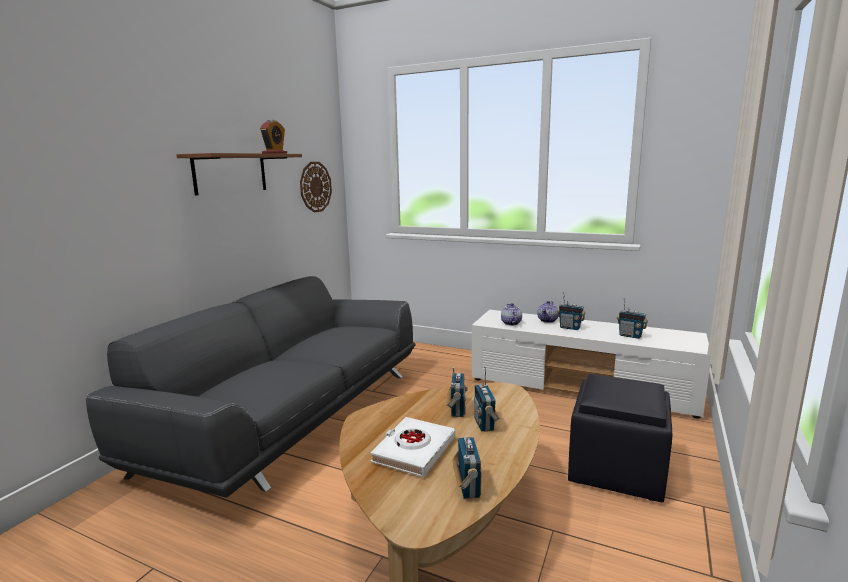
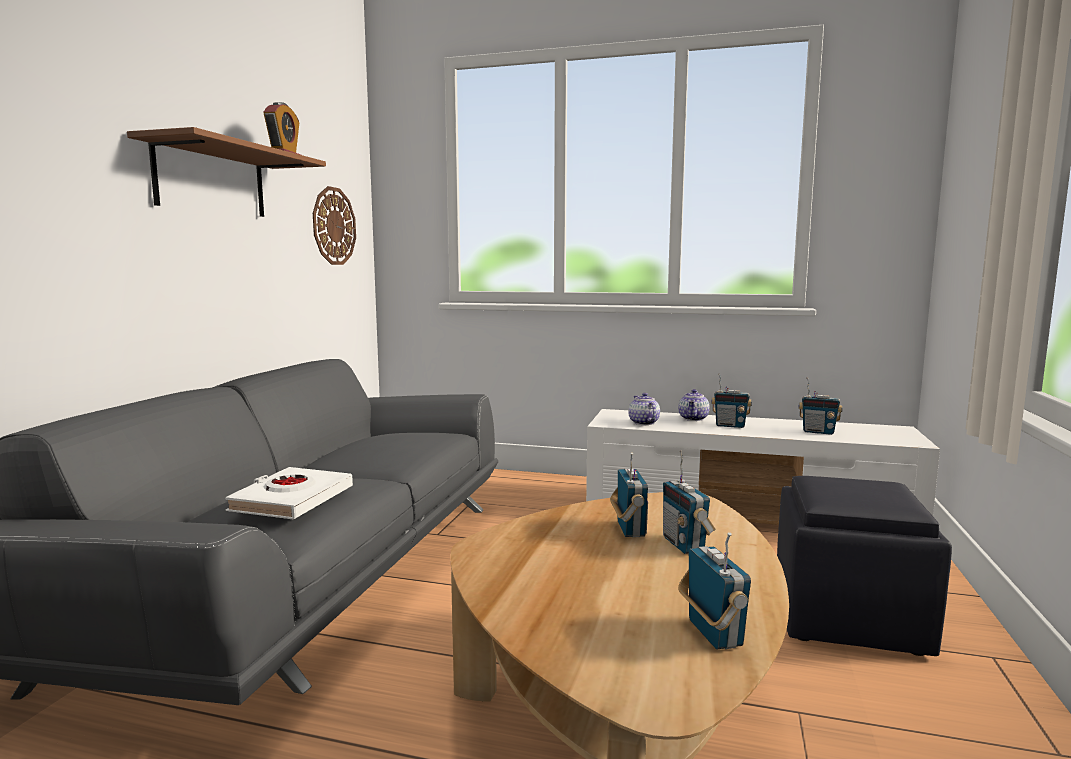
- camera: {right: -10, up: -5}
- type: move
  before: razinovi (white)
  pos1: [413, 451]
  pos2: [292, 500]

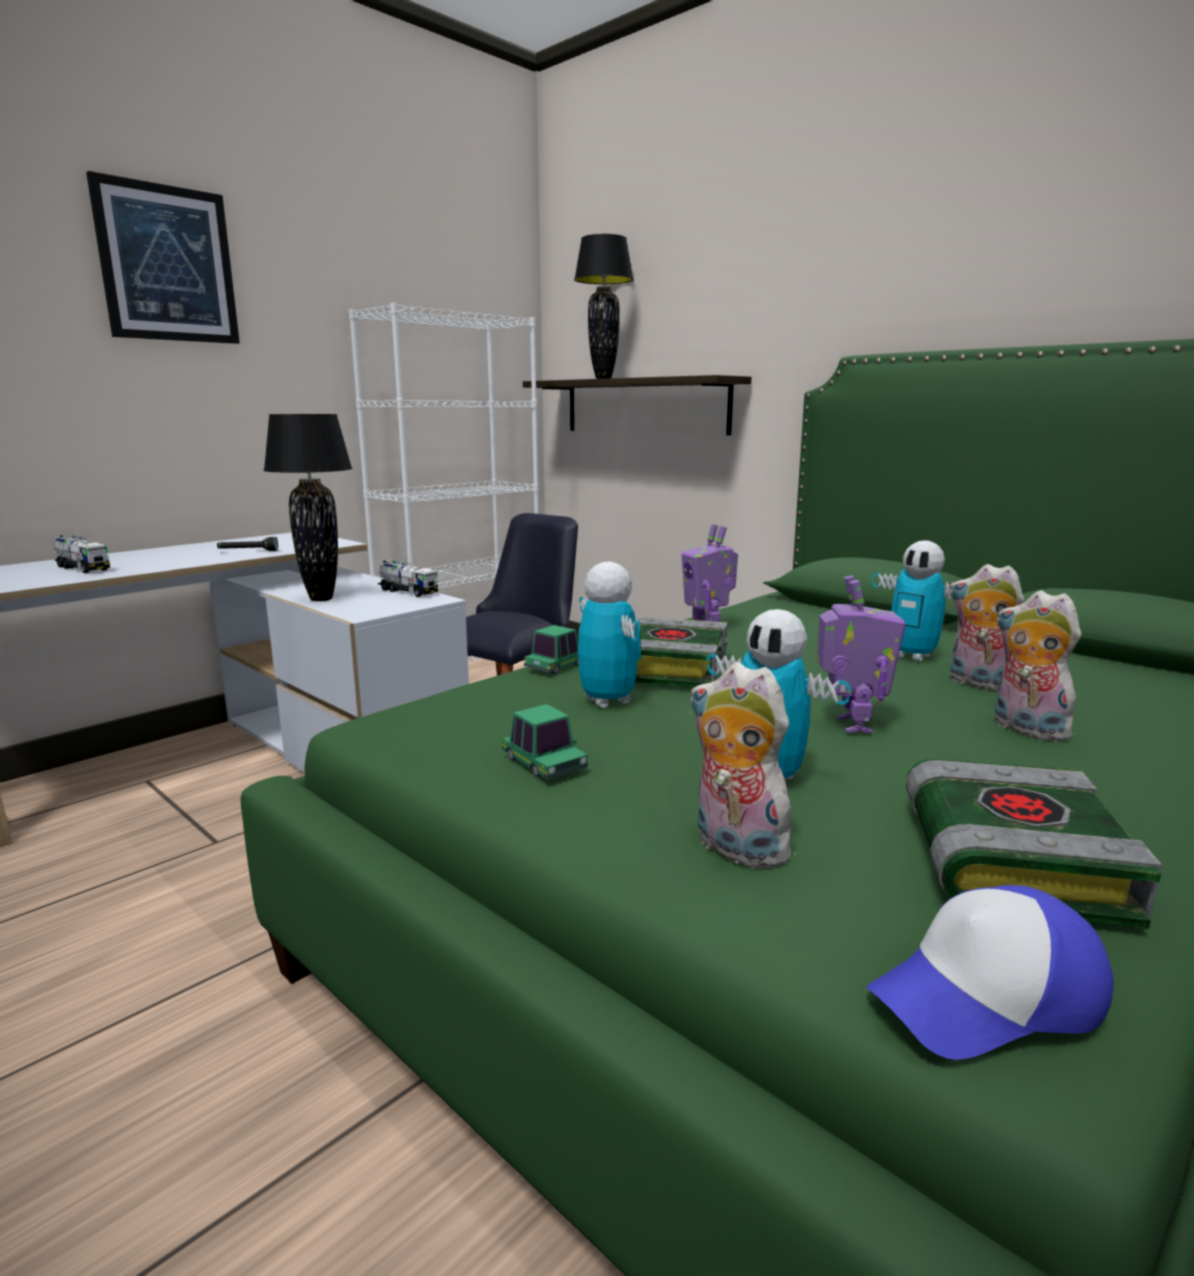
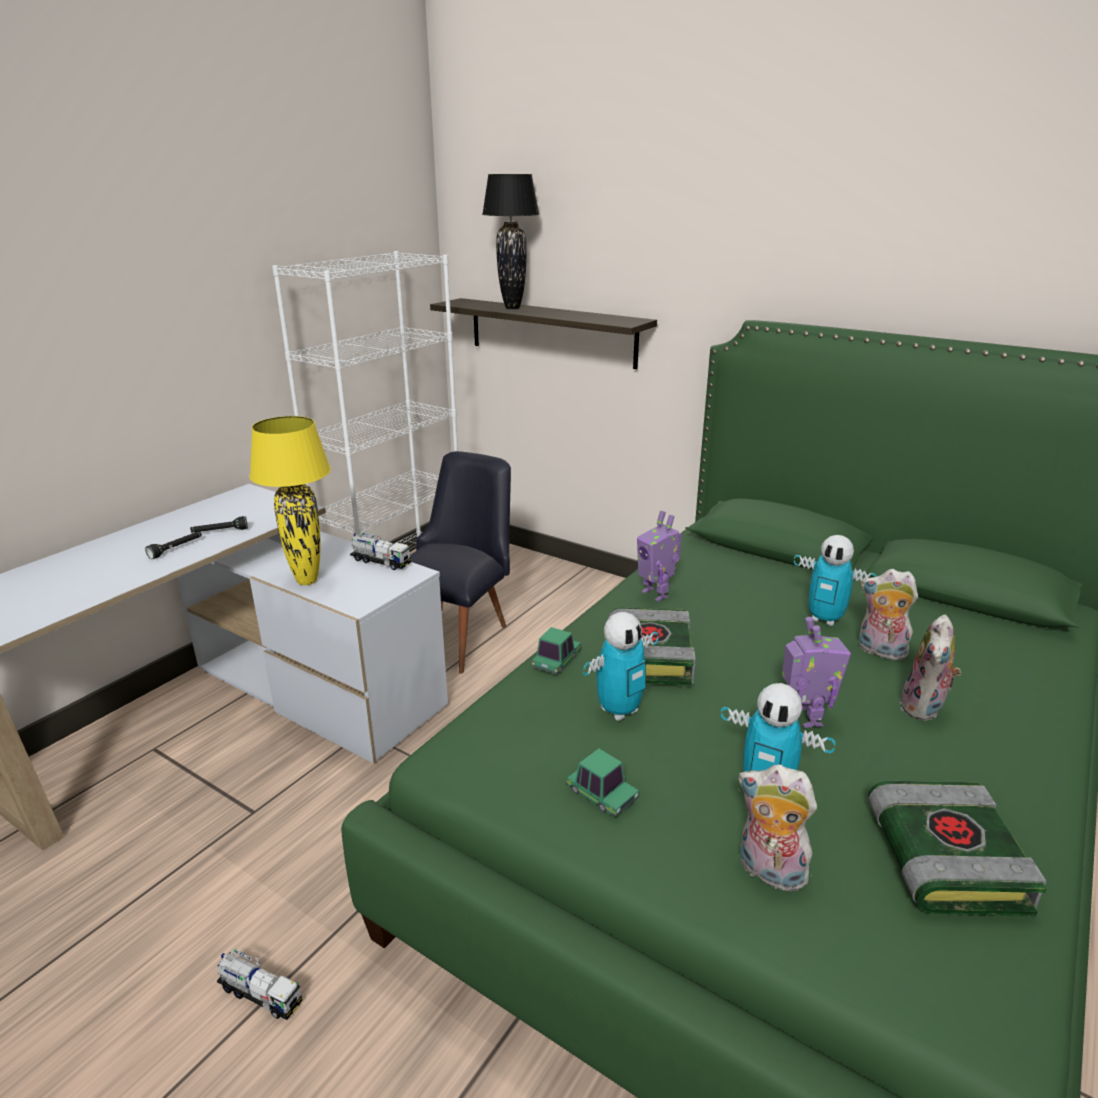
- camera: {right: -10, up: 10}
- type: delete
  before: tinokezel
  pos1: [167, 264]
- type: recolor
  before: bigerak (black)
  after: bigerak (yellow)
  pos1: [321, 599]
  pos2: [307, 581]
- type: move
  before: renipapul
  pos1: [83, 568]
  pos2: [260, 995]
- type: rotate
  before: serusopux
  pos1: [607, 701]
  pos2: [619, 710]
  turn: 90
- type: rotate
  before: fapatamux
  pos1: [1025, 729]
  pos2: [924, 708]
  turn: -105
- type: delete
  before: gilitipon
  pos1: [987, 997]
- type: insert
  after: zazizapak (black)
  pos2: [176, 549]

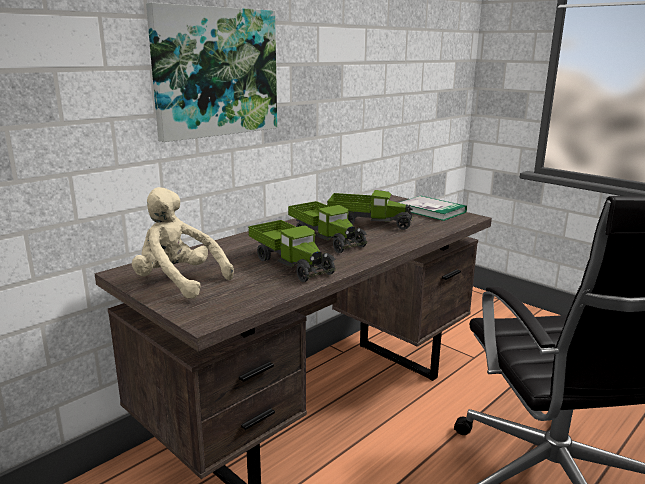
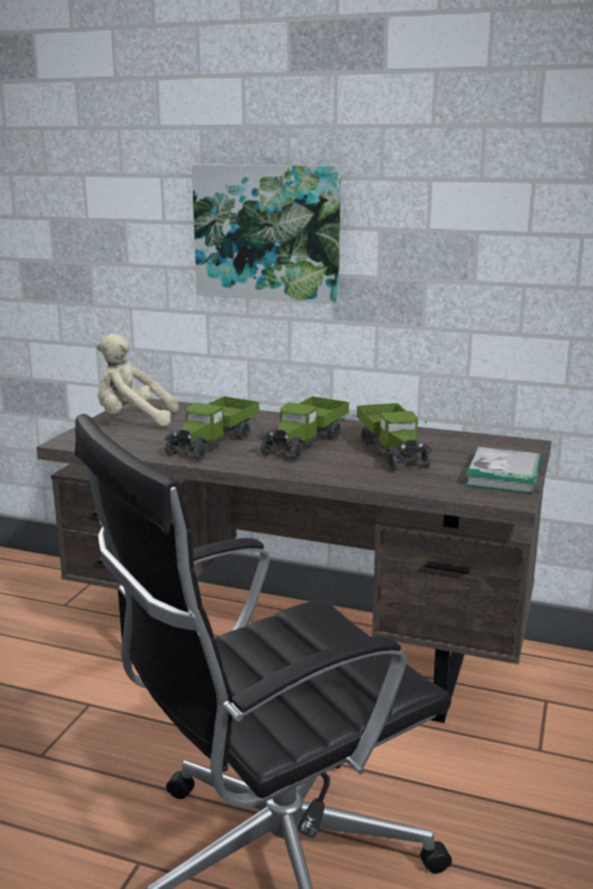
- camera: {right: 65, up: 0}
- type: rotate
  before: fapatamux (beige)
  pos1: [178, 282]
  pos2: [133, 420]
  turn: -90

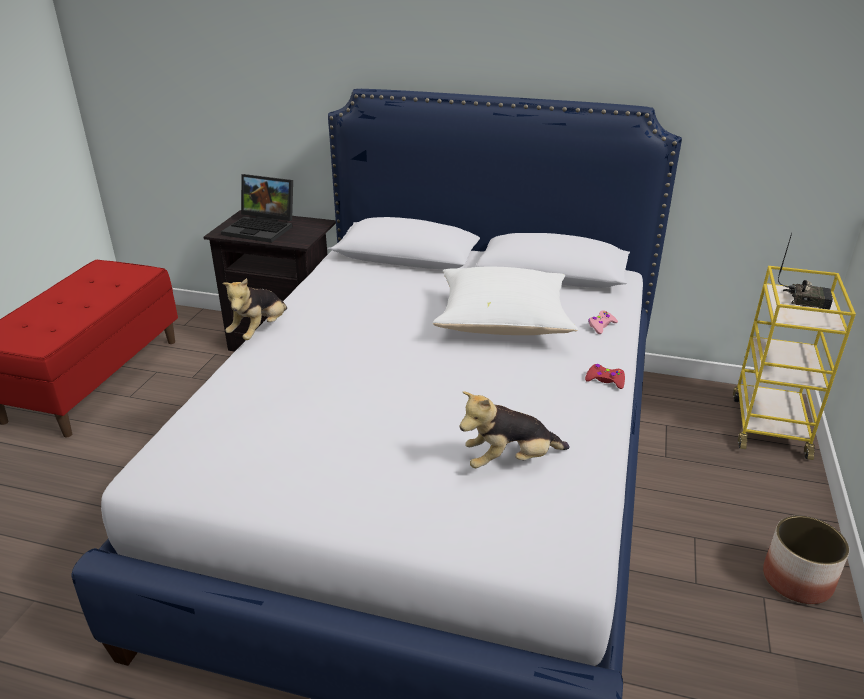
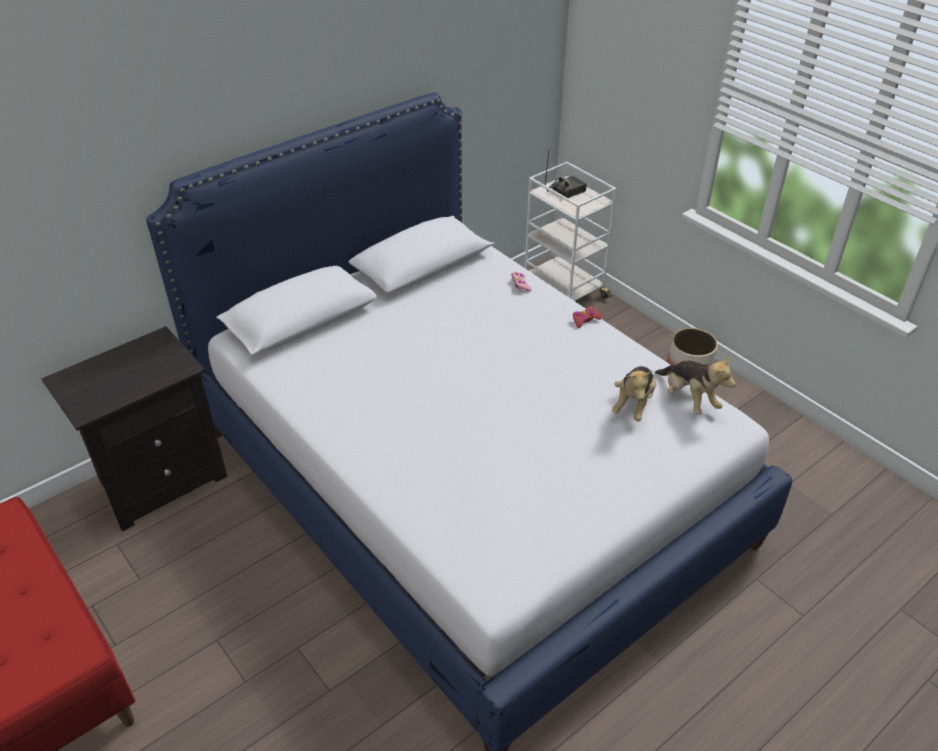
- camera: {right: -55, up: 10}
- type: delete
  before: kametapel
  pos1: [262, 228]
- type: recolor
  before: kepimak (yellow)
  after: kepimak (white)
  pos1: [769, 426]
  pos2: [563, 290]
- type: delete
  before: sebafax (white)
  pos1: [504, 322]
- type: move
  before: fapatamux
  pos1: [260, 331]
  pos2: [688, 399]

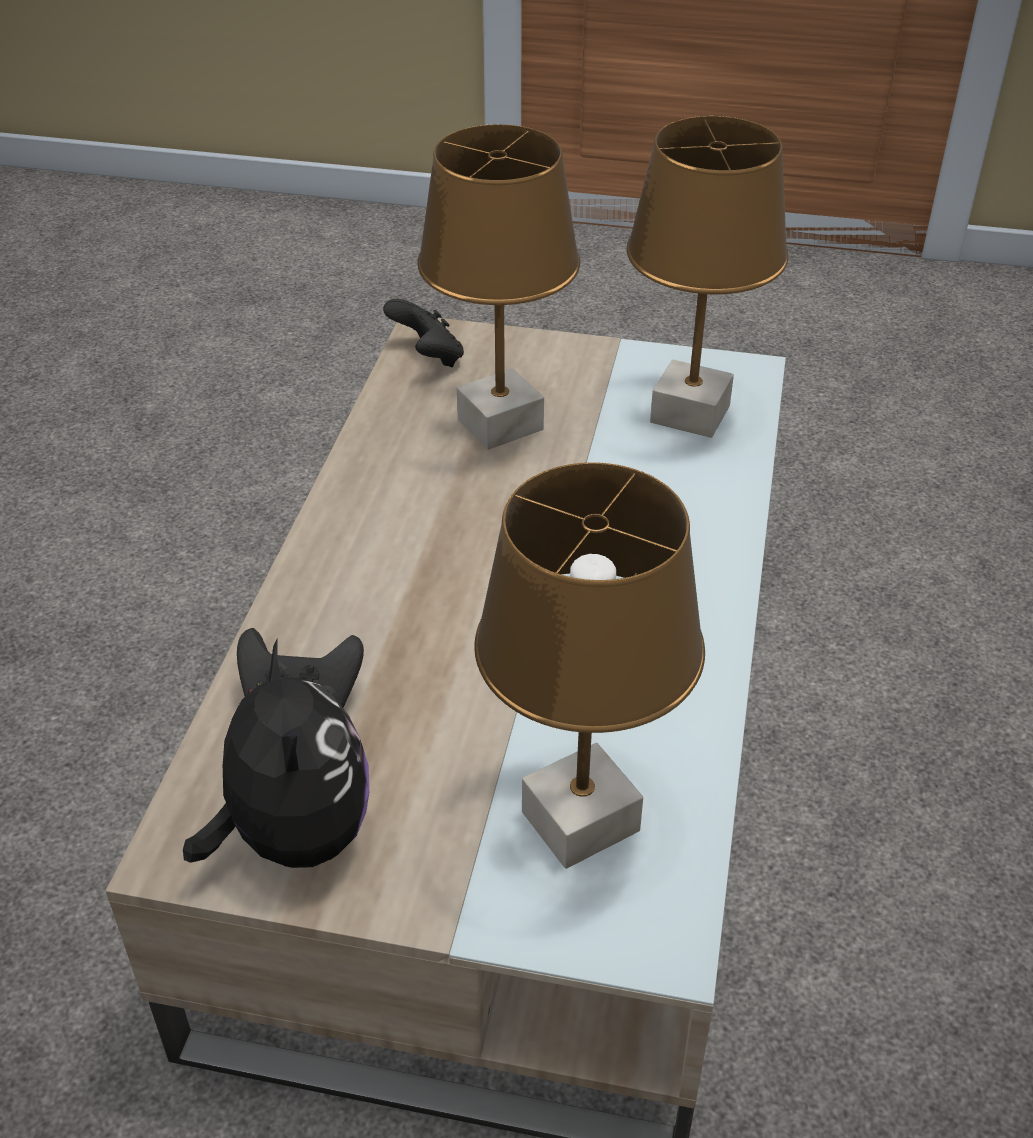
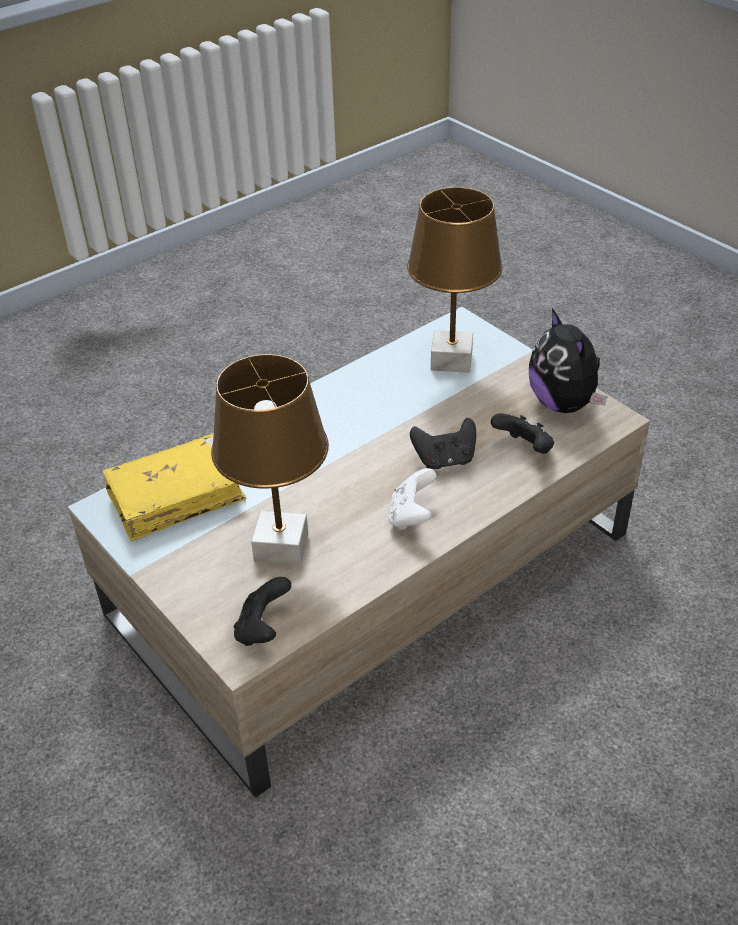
- camera: {right: -140, up: 0}
- type: replace
  before: bigerak (brown)
  after: razinovi (yellow)
  pos1: [688, 414]
  pos2: [176, 496]
- type: rotate
  before: fapatamux
  pos1: [293, 836]
  pos2: [564, 403]
  turn: -45
- type: insert
  after: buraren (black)
  pos2: [445, 460]
- type: insert
  after: buraren (white)
  pos2: [411, 516]

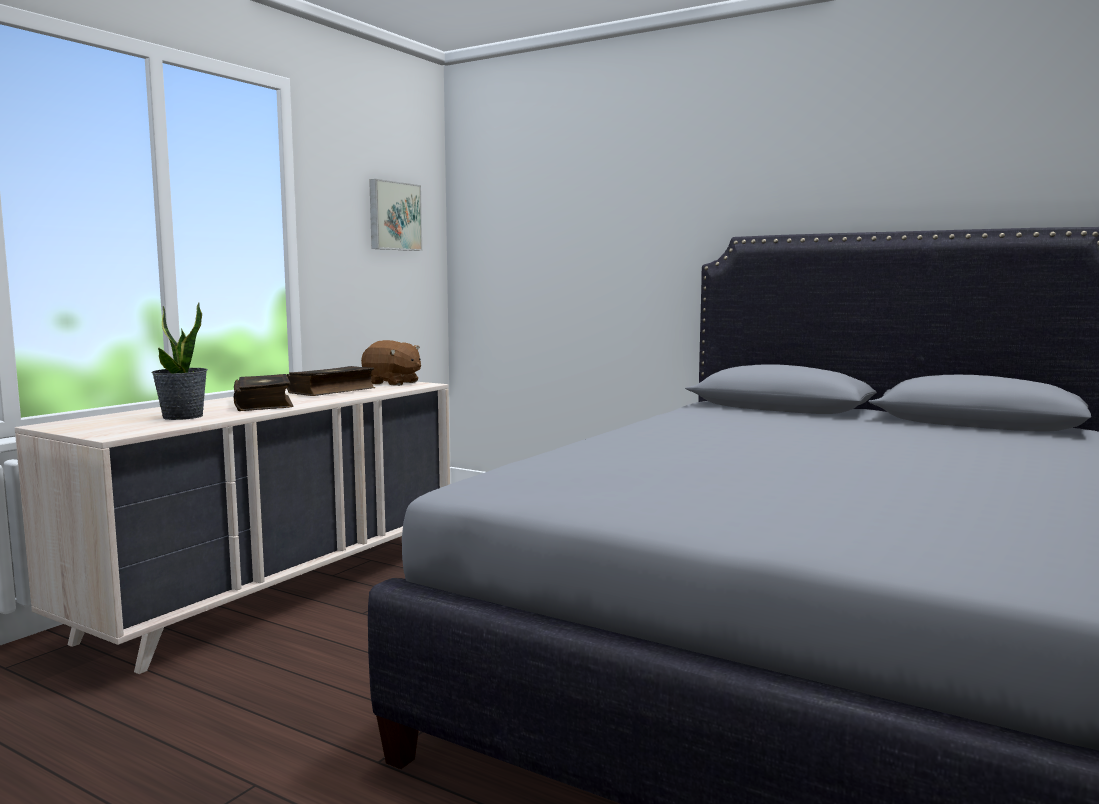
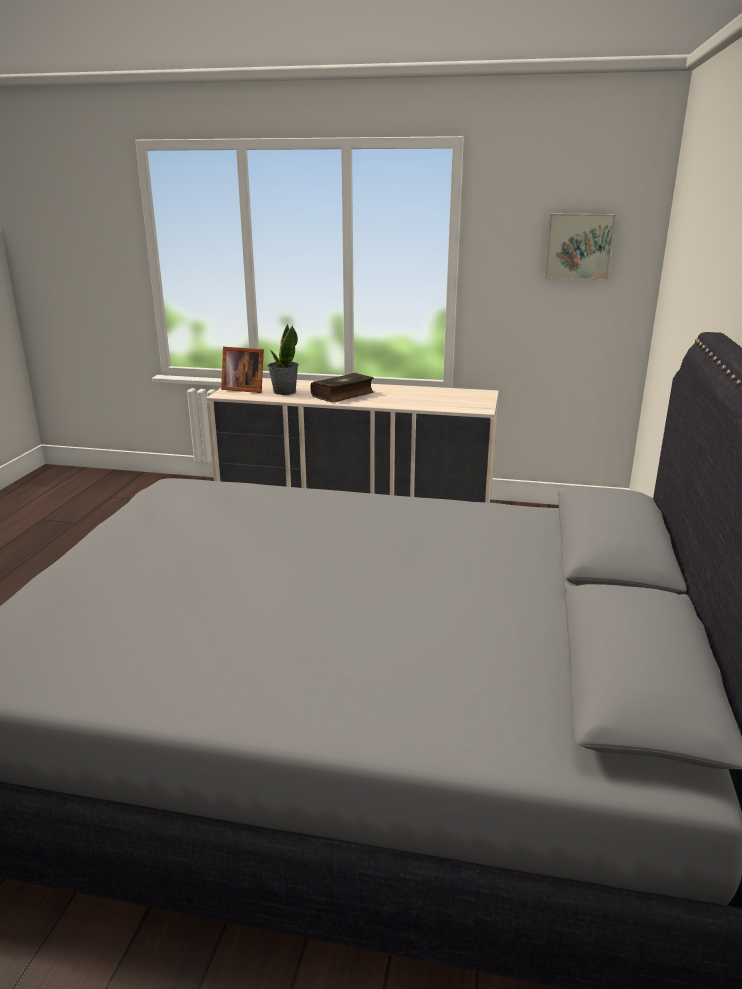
- camera: {right: 70, up: 15}
- type: delete
  before: fapatamux (brown)
  pos1: [392, 383]
- type: delete
  before: razinovi
  pos1: [332, 391]
- type: insert
  after: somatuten
  pos2: [243, 389]

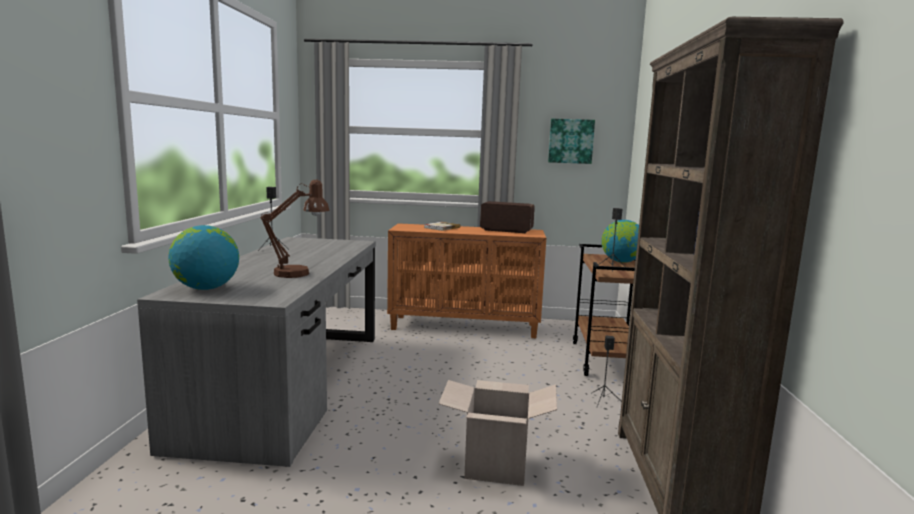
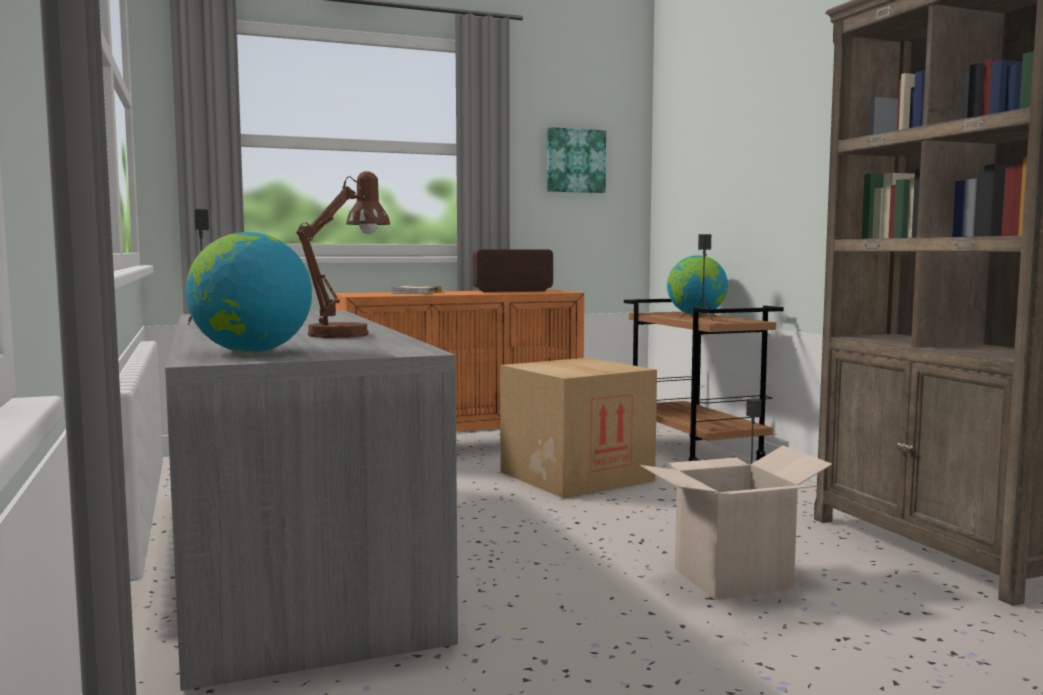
- camera: {right: -25, up: -5}
- type: insert
  after: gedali
  pos2: [576, 476]

